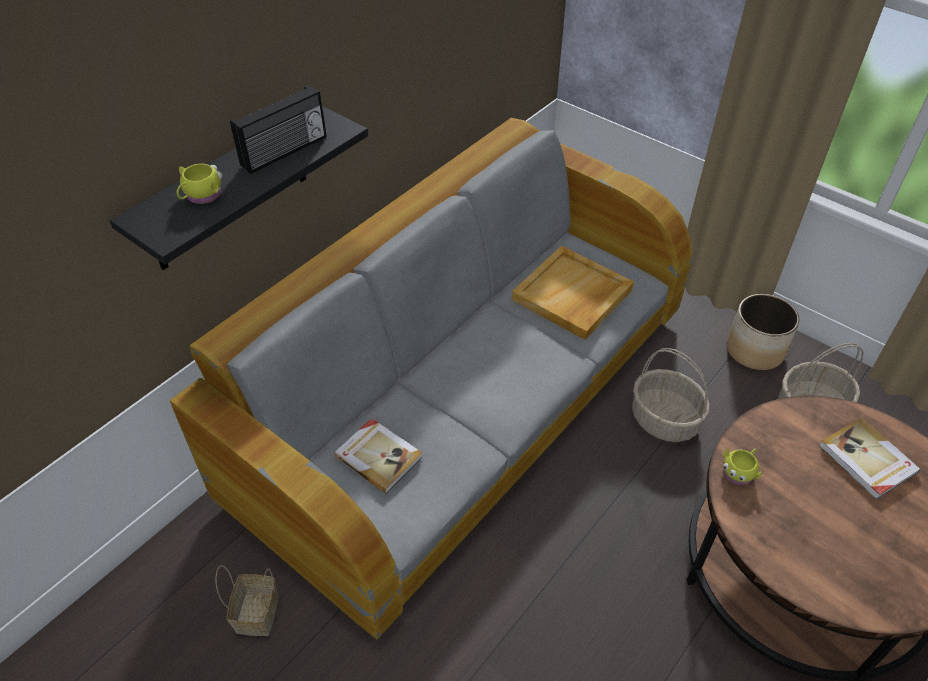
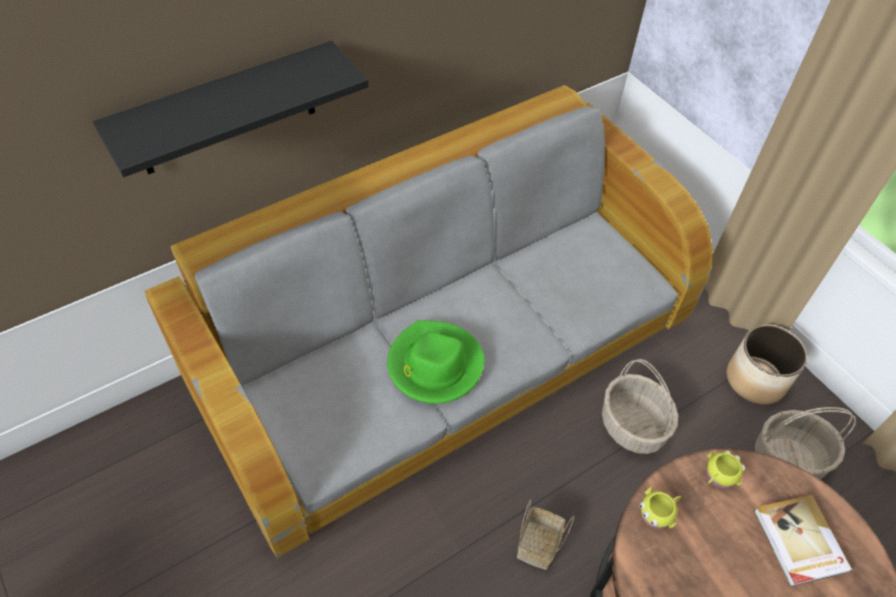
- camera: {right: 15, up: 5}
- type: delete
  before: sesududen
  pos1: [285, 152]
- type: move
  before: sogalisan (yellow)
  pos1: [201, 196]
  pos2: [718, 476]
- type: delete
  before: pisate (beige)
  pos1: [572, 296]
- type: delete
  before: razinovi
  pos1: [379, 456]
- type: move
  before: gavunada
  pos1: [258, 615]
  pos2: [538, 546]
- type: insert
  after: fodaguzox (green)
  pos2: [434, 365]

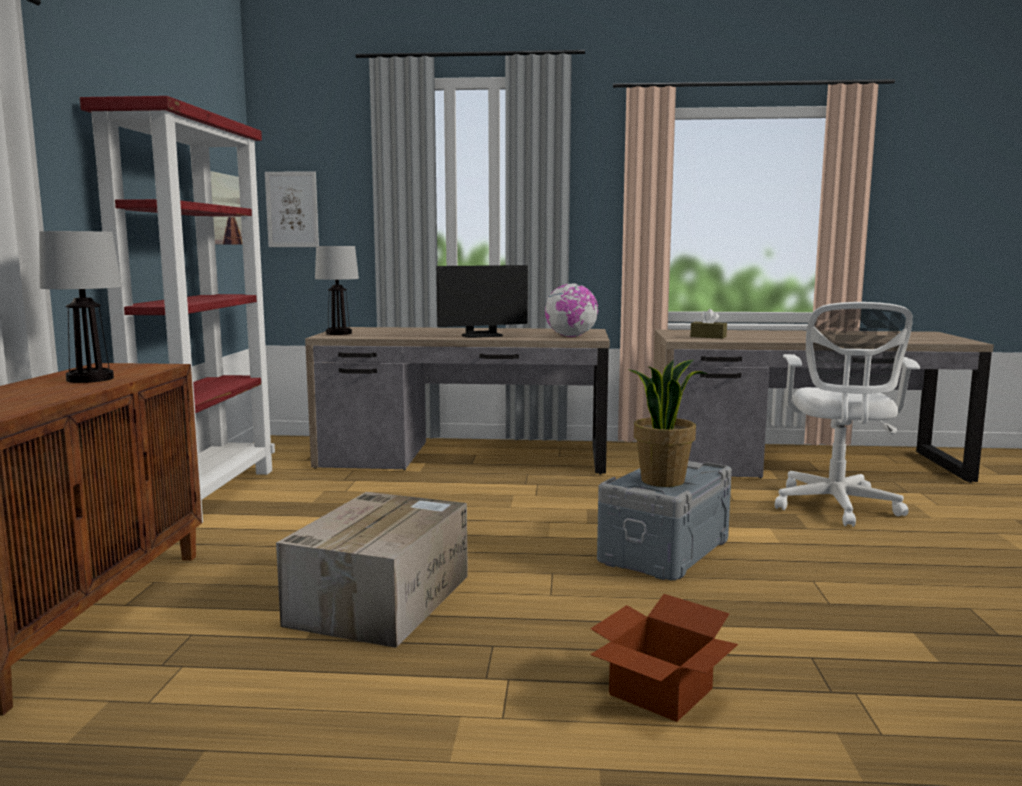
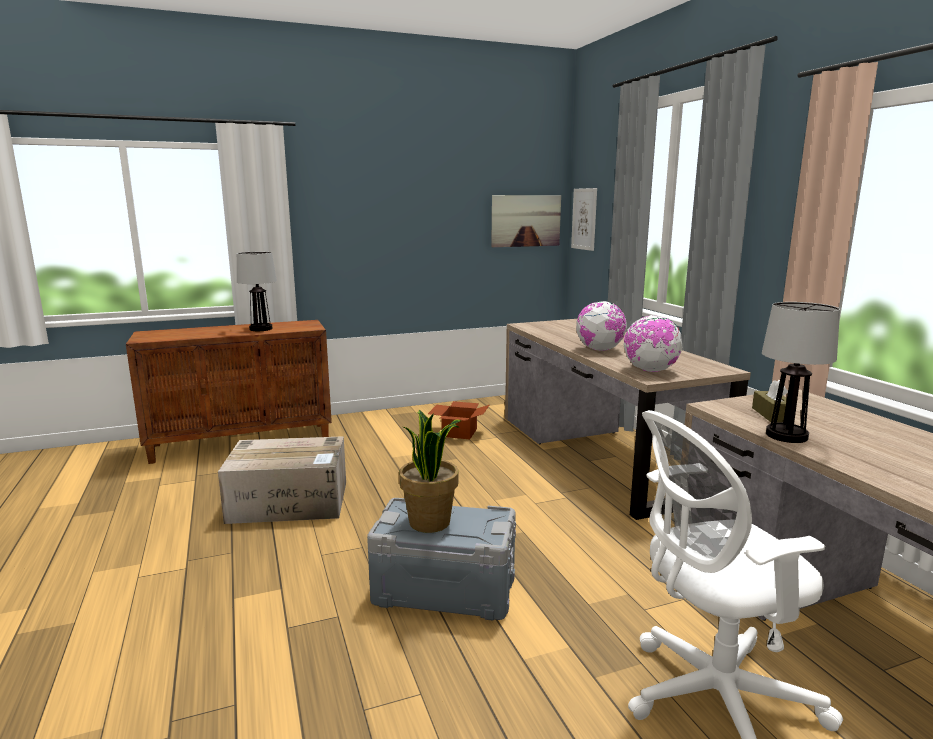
- camera: {right: 65, up: 5}
- type: delete
  before: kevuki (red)
  pos1: [207, 495]
- type: move
  before: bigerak
  pos1: [339, 333]
  pos2: [786, 436]
- type: replace
  before: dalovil
  after: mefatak
  pos1: [482, 335]
  pos2: [600, 350]
- type: move
  before: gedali
  pos1: [658, 692]
  pos2: [458, 432]

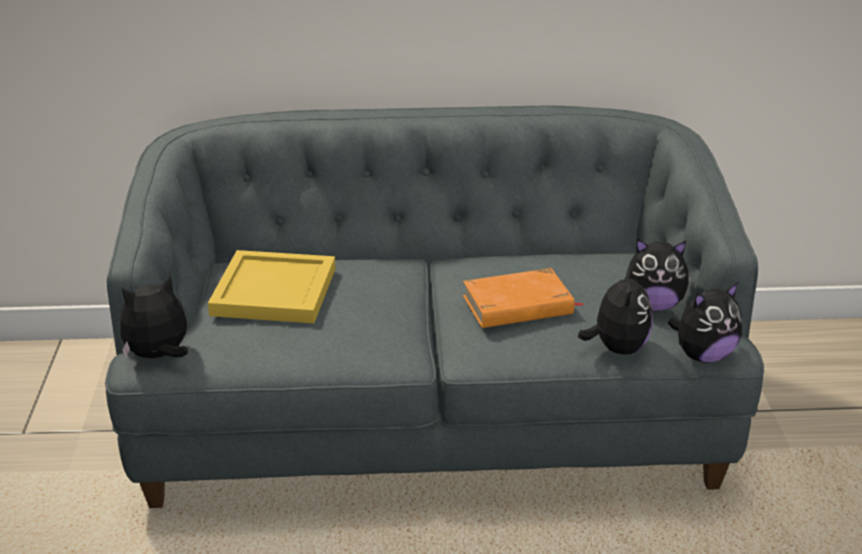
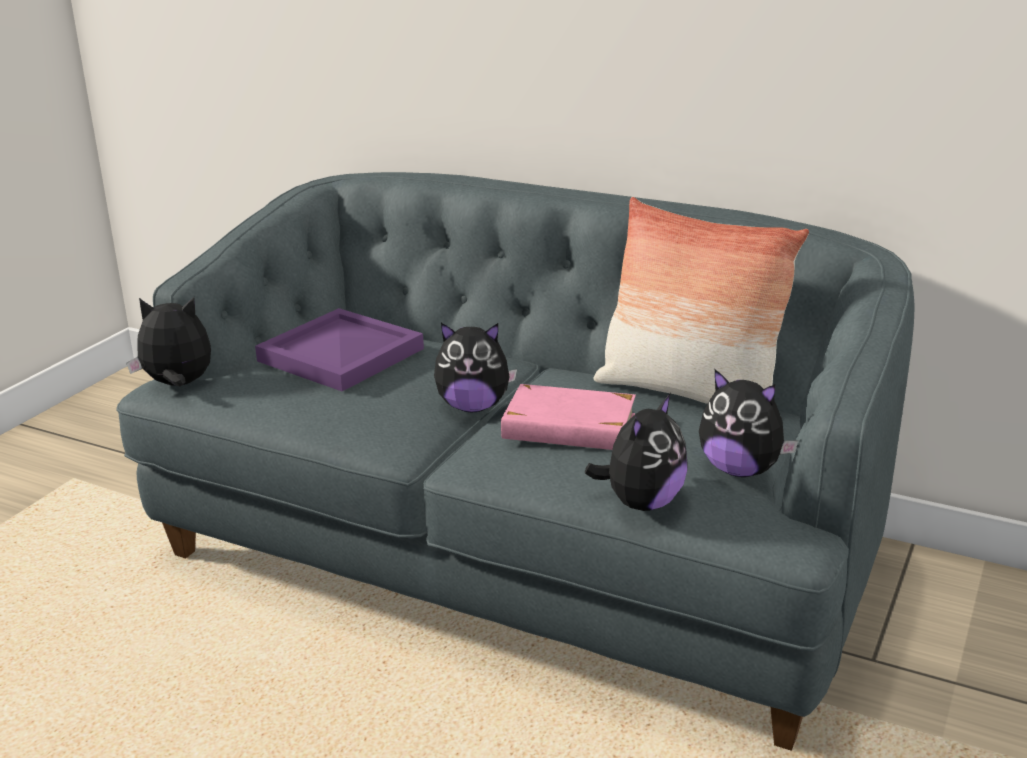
- camera: {right: 30, up: -5}
- type: recolor
  before: pisate (yellow)
  after: pisate (purple)
  pos1: [276, 291]
  pos2: [343, 354]
- type: recolor
  before: razinovi (orange)
  after: razinovi (pink)
  pos1: [518, 305]
  pos2: [570, 427]
- type: move
  before: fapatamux
  pos1: [703, 355]
  pos2: [473, 407]
- type: insert
  after: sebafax
  pos2: [688, 394]

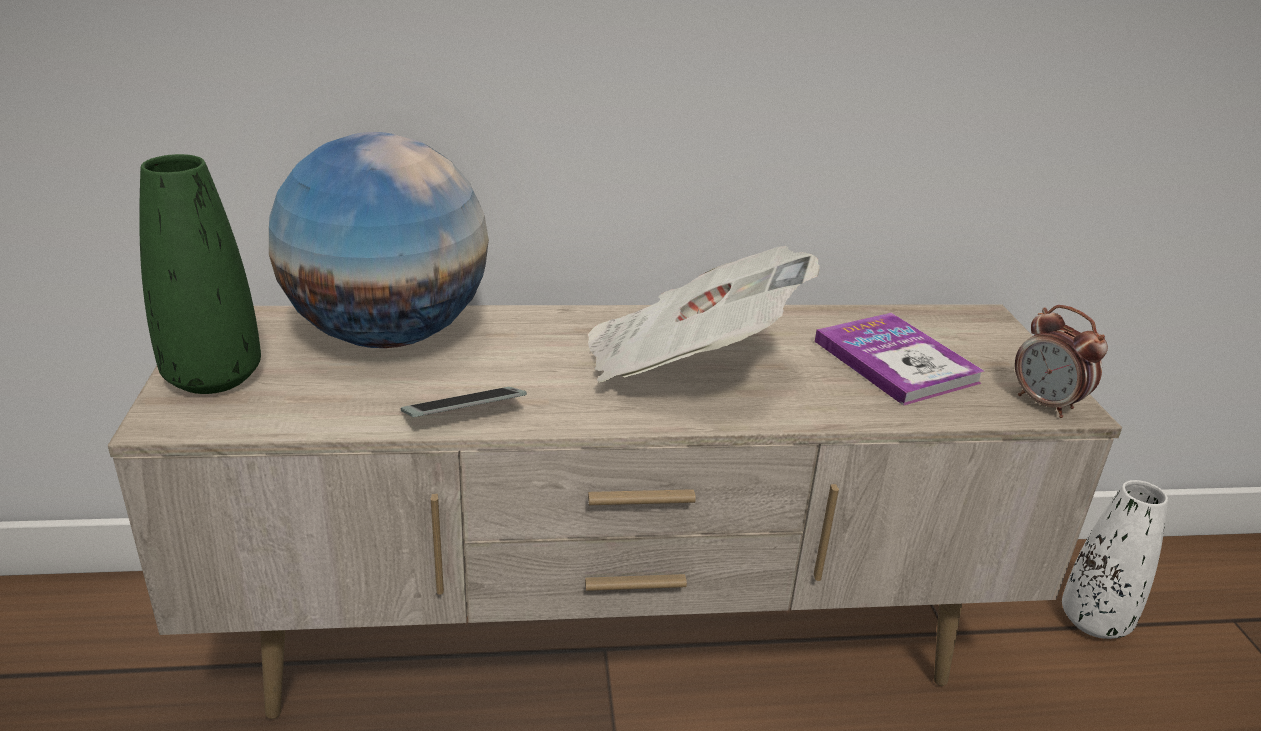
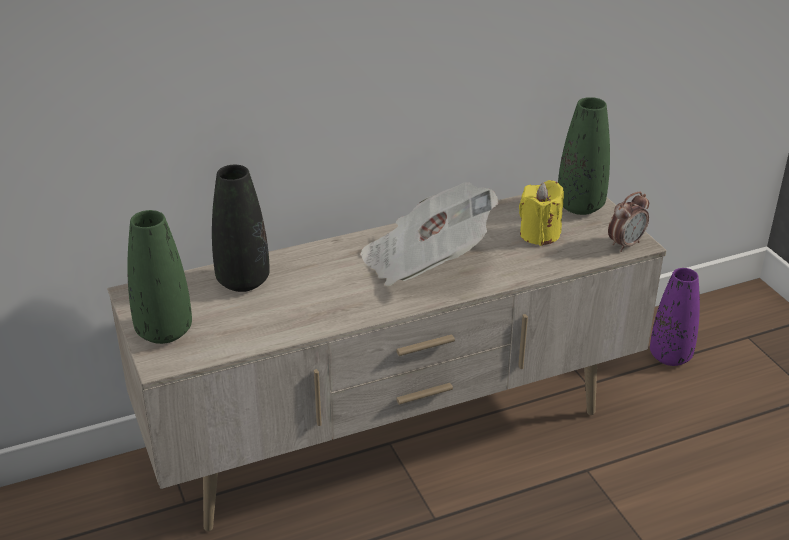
- camera: {right: -15, up: 5}
- type: replace
  before: mefatak
  after: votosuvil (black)
  pos1: [388, 335]
  pos2: [243, 281]
- type: rotate
  before: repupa
  pos1: [1046, 404]
  pos2: [625, 244]
  turn: -75
- type: replace
  before: razinovi
  after: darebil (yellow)
  pos1: [895, 361]
  pos2: [539, 234]
- type: delete
  before: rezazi
  pos1: [463, 413]
- type: recolor
  before: votosuvil (white)
  after: votosuvil (purple)
  pos1: [1094, 621]
  pos2: [670, 356]
- type: insert
  after: votosuvil (green)
  pos2: [580, 206]

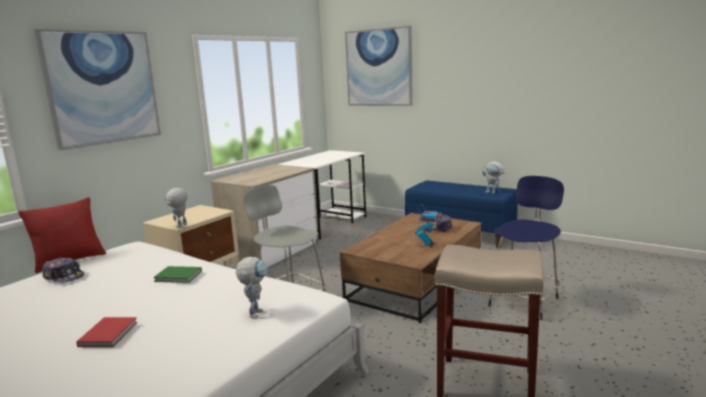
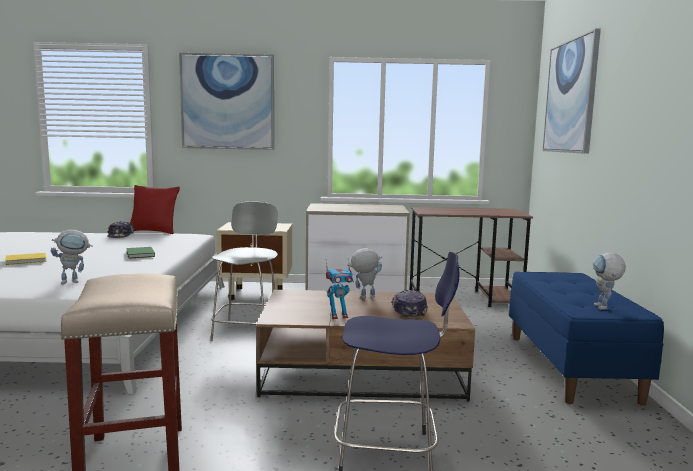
- camera: {right: 55, up: -5}
- type: recolor
  before: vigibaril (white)
  after: vigibaril (brown)
  pos1: [327, 224]
  pos2: [464, 298]
- type: move
  before: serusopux
  pos1: [180, 227]
  pos2: [363, 298]
- type: recolor
  before: razinovi (red)
  after: razinovi (yellow)
  pos1: [110, 333]
  pos2: [27, 260]

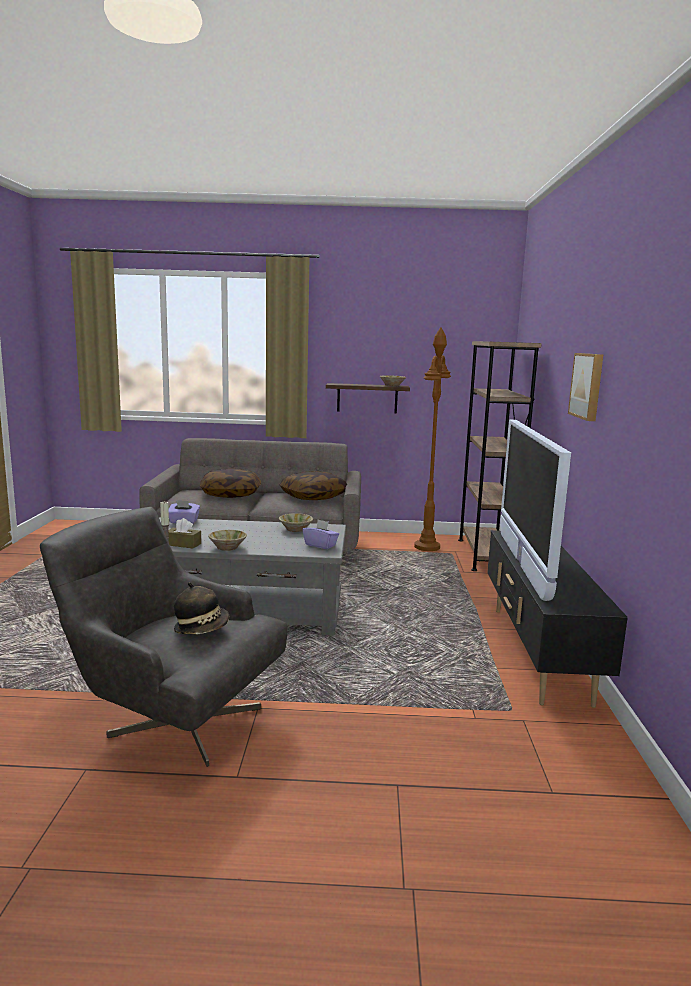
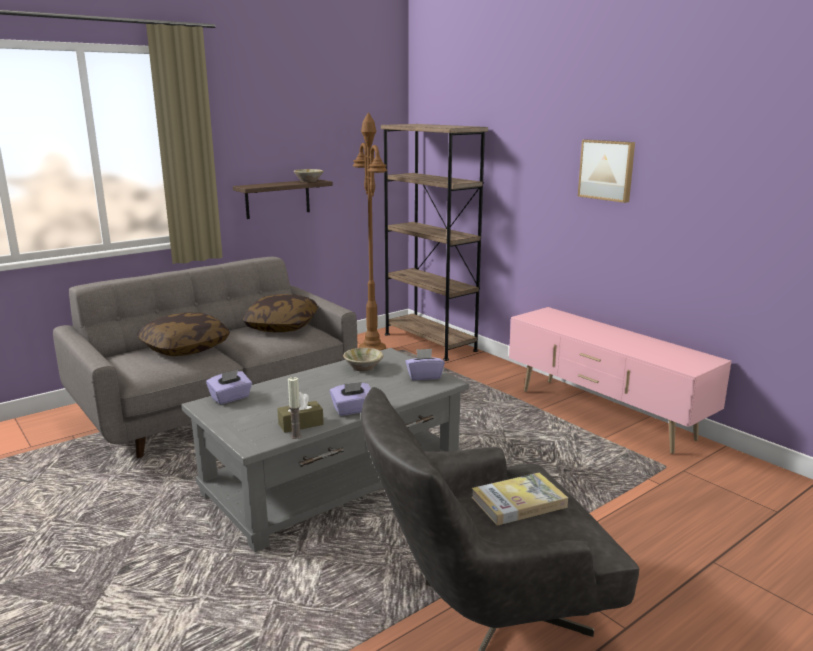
- camera: {right: -40, up: 5}
- type: delete
  before: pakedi
  pos1: [522, 563]
- type: replace
  before: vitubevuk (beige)
  after: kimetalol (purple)
  pos1: [228, 547]
  pos2: [353, 410]
- type: recolor
  before: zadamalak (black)
  after: zadamalak (pink)
  pos1: [537, 653]
  pos2: [603, 414]
- type: replace
  before: fodaguzox
  after: razinovi
  pos1: [202, 628]
  pos2: [519, 502]

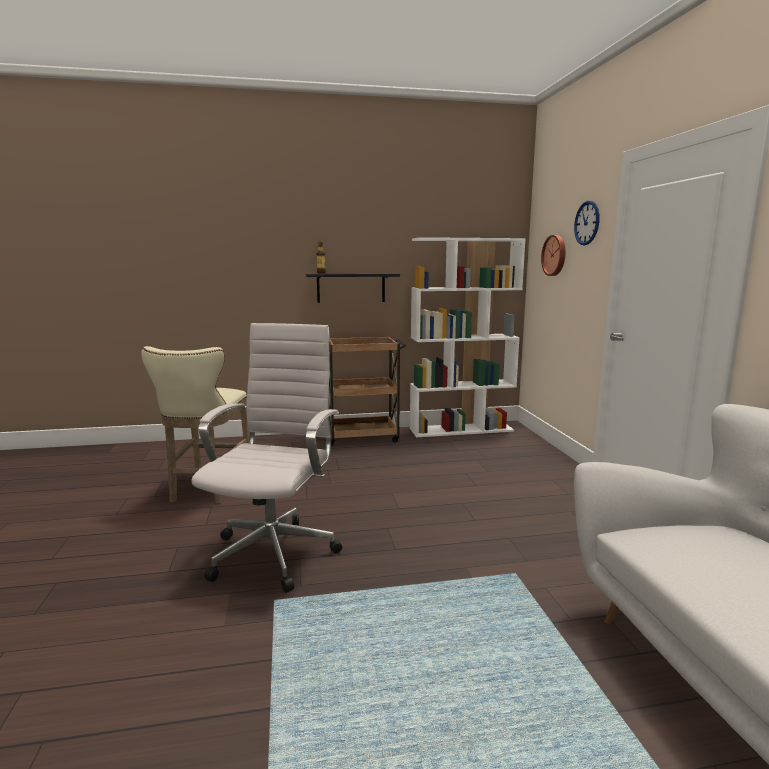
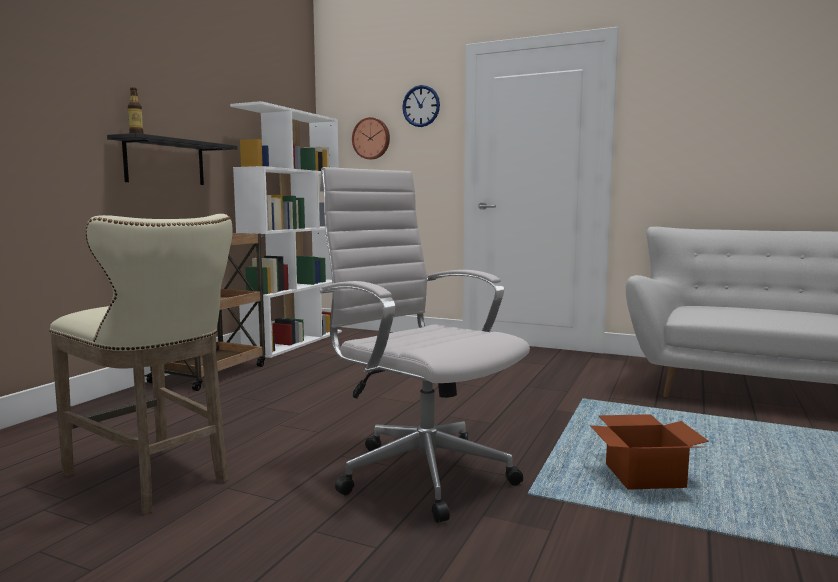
- camera: {right: -55, up: -5}
- type: insert
  after: gedali
  pos2: [644, 476]

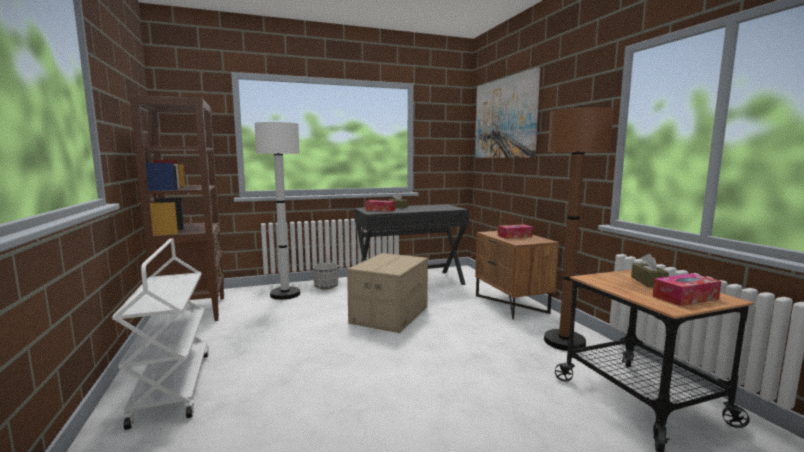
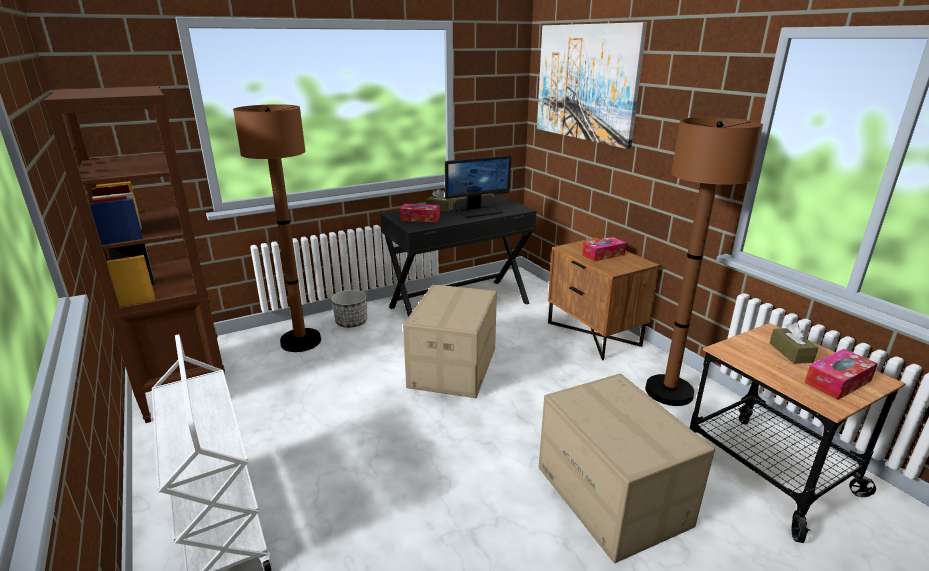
- camera: {right: -10, up: 15}
- type: recolor
  before: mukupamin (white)
  after: mukupamin (brown)
  pos1: [285, 294]
  pos2: [301, 341]
- type: insert
  after: dalovil
  pos2: [478, 211]
- type: insert
  after: gedali
  pos2: [613, 496]

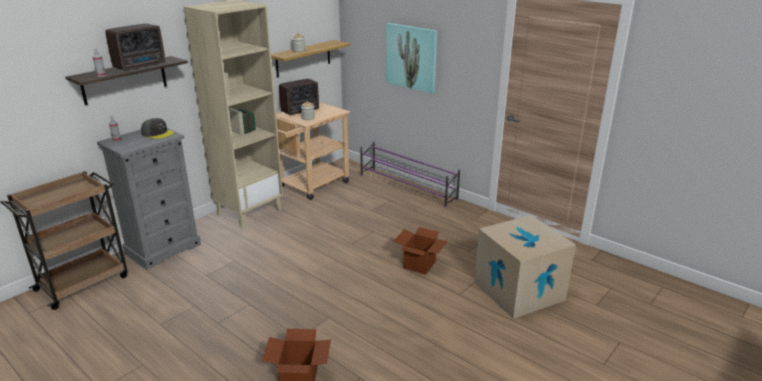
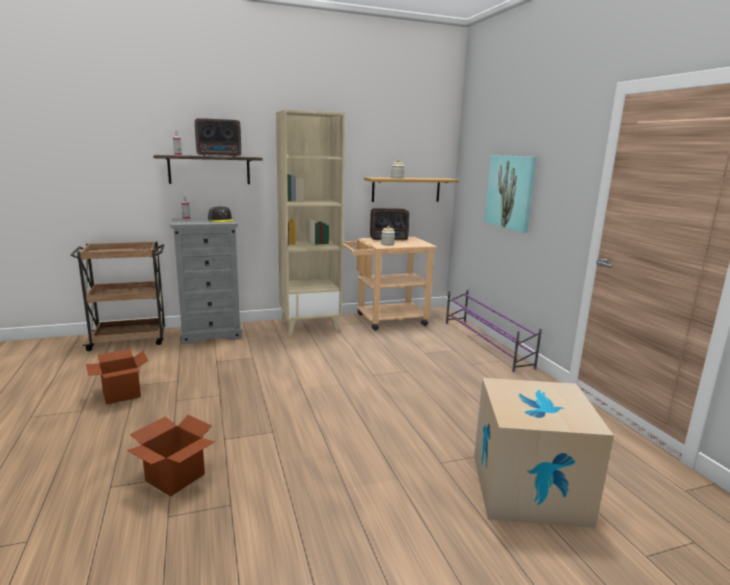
- camera: {right: 30, up: -10}
- type: move
  before: gedali
  pos1: [419, 265]
  pos2: [121, 394]

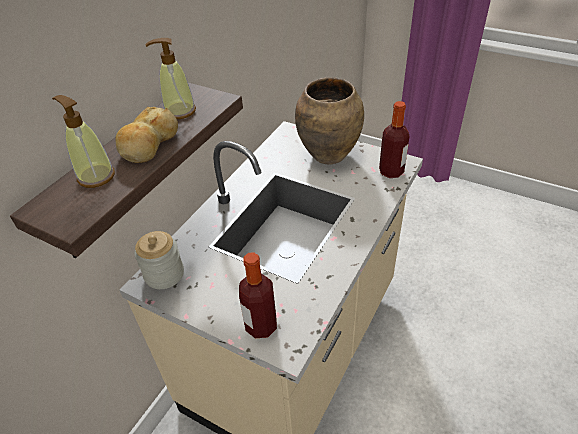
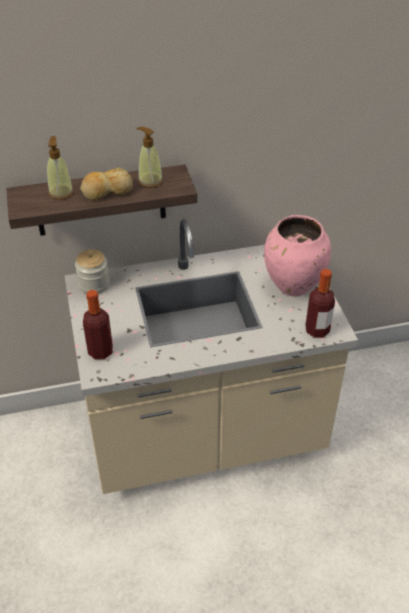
- camera: {right: 45, up: 0}
- type: recolor
  before: votosuvil (brown)
  after: votosuvil (pink)
  pos1: [329, 155]
  pos2: [293, 287]

